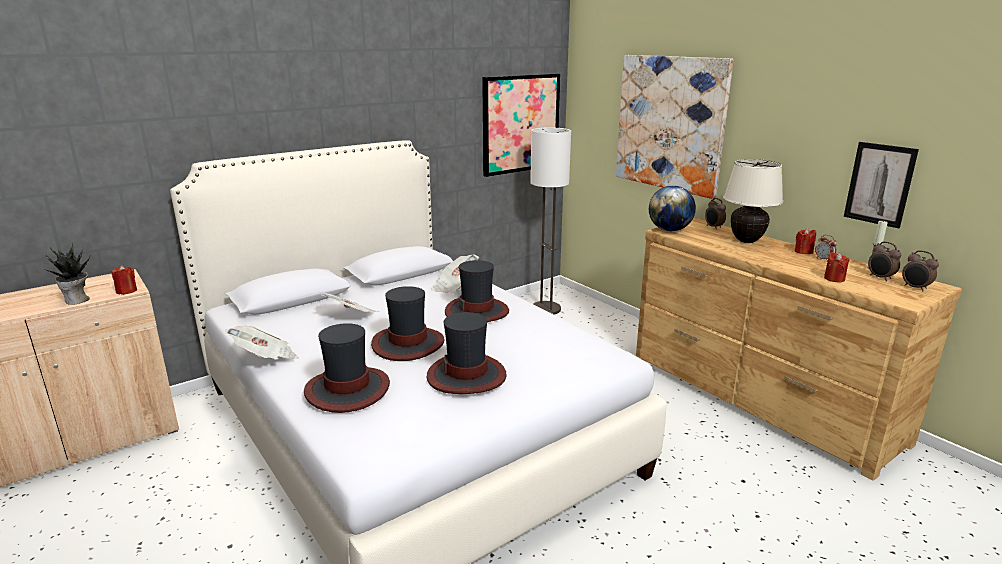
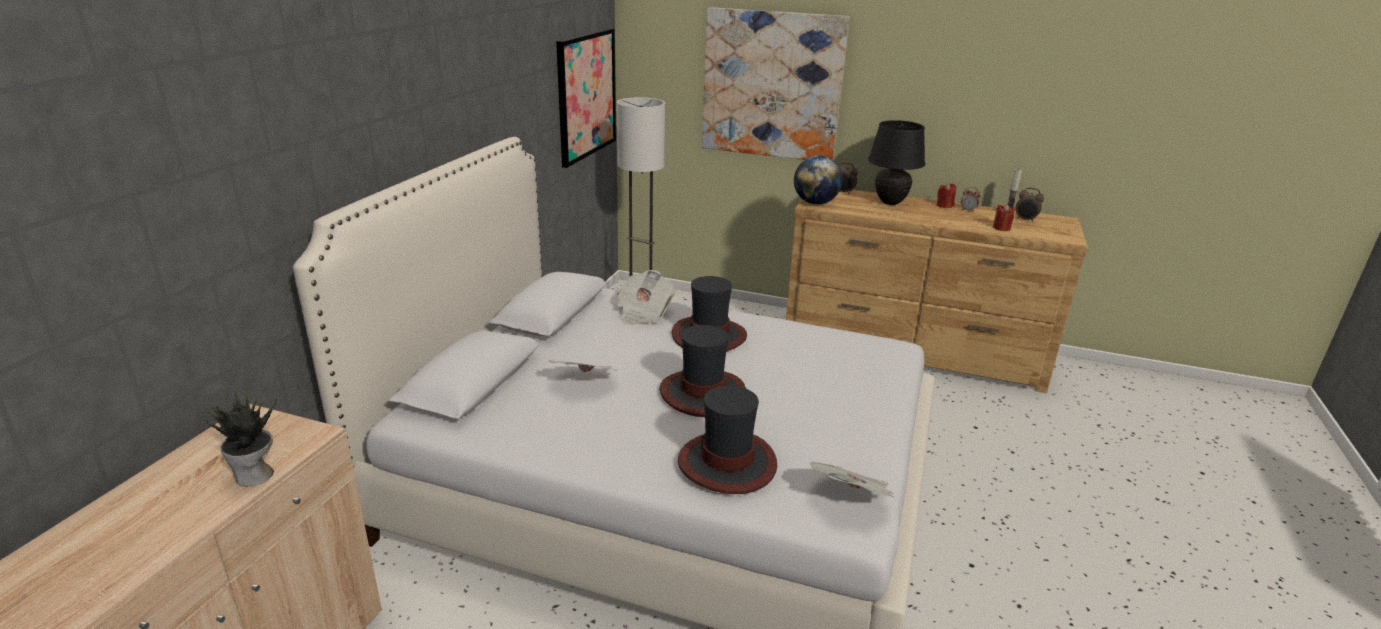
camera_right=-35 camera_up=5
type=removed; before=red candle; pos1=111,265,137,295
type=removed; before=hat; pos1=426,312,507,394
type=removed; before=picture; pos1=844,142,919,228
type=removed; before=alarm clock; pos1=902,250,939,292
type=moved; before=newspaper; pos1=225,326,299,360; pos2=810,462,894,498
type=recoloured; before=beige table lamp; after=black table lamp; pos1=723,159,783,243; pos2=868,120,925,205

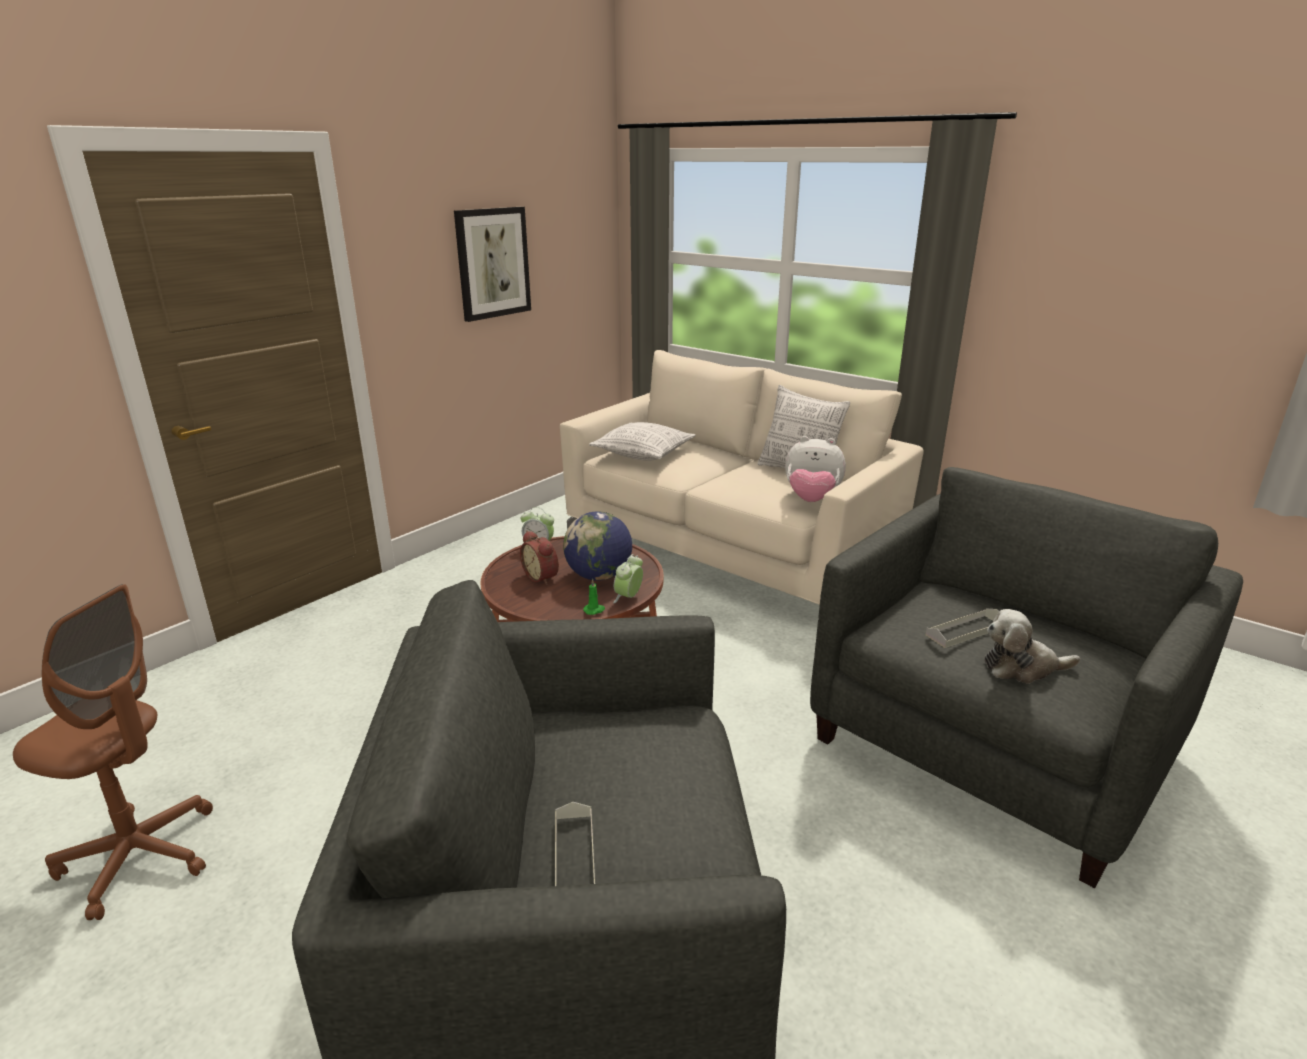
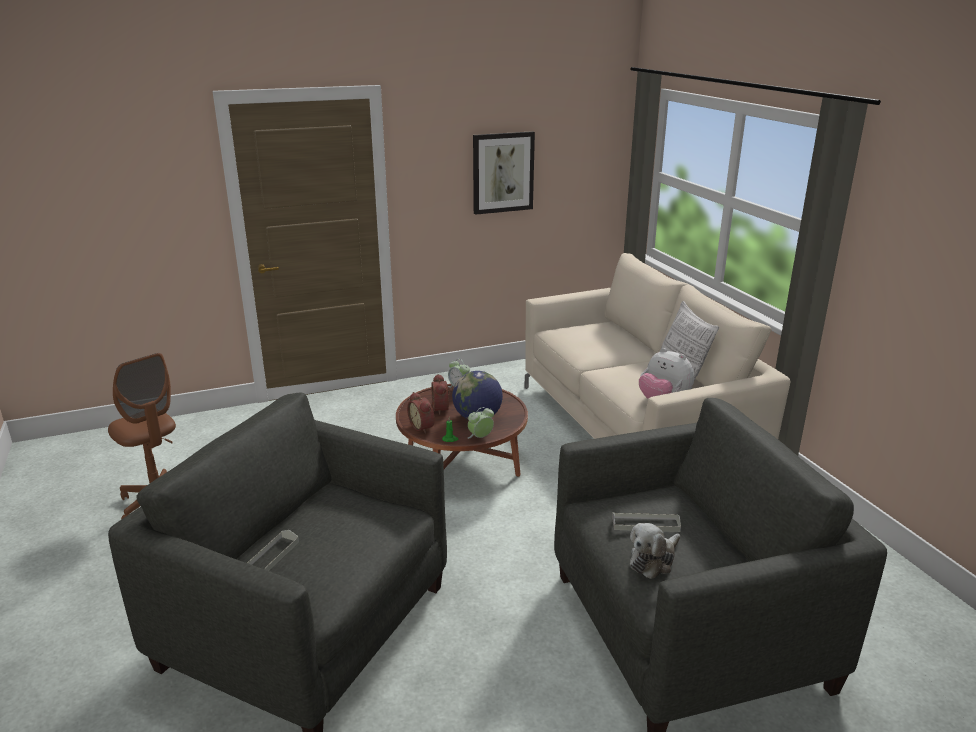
camera_right=30 camera_up=0
type=removed; before=pillow; pos1=589,422,696,461
type=added; after=alarm clock; pos2=407,392,435,434
type=turned; before=plush toy; pos1=984,609,1080,684; pos2=630,523,680,579; turn=-75

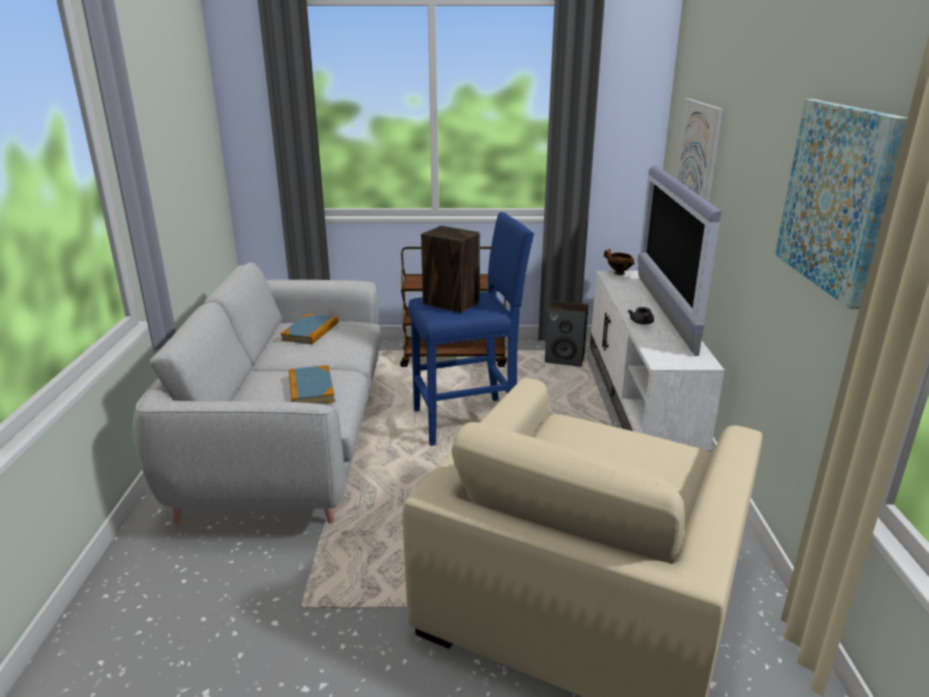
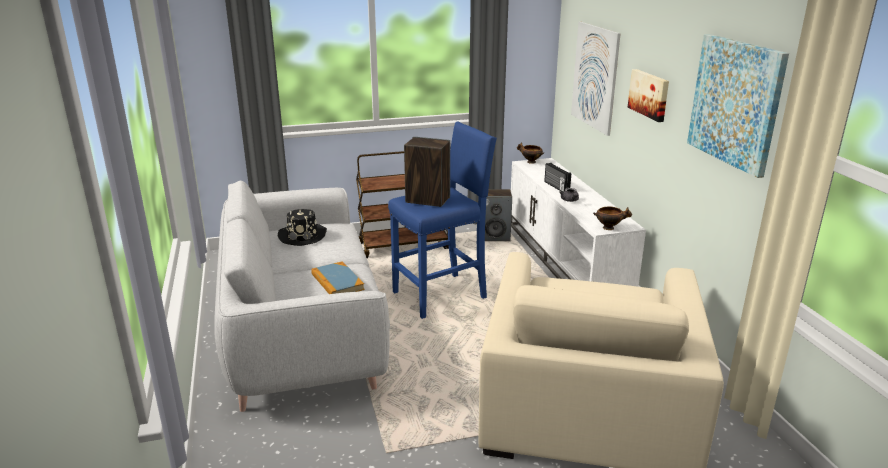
camera_right=-15 camera_up=0
type=removed; before=television; pos1=637,165,721,356
type=added; after=radio; pos2=544,163,571,192
type=added; after=bowl; pos2=593,207,632,230
type=added; after=picture; pos2=628,69,669,122
type=replaced; before=book; after=black hat; pos1=280,314,338,344; pos2=278,209,327,246

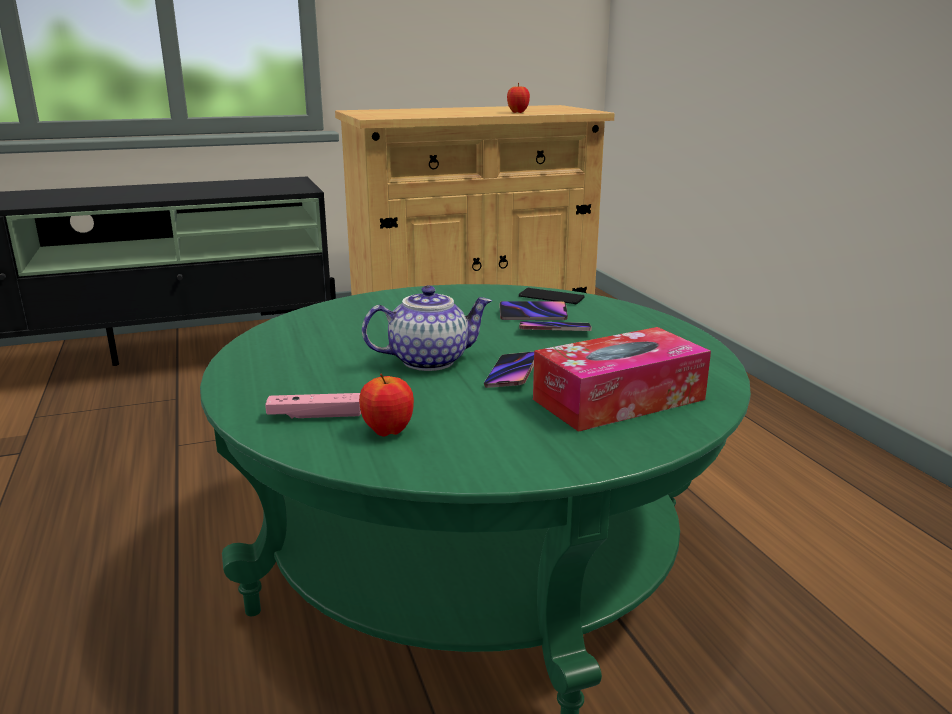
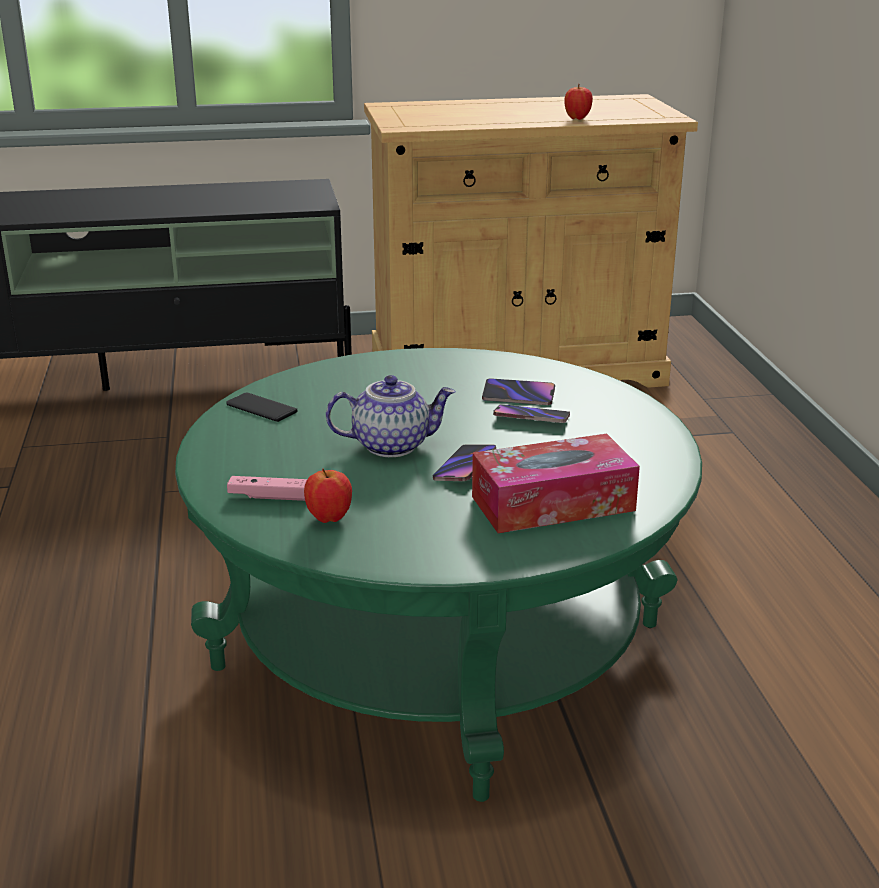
camera_right=10 camera_up=5
type=moved; before=phone; pos1=519,288,585,304; pos2=226,392,297,422

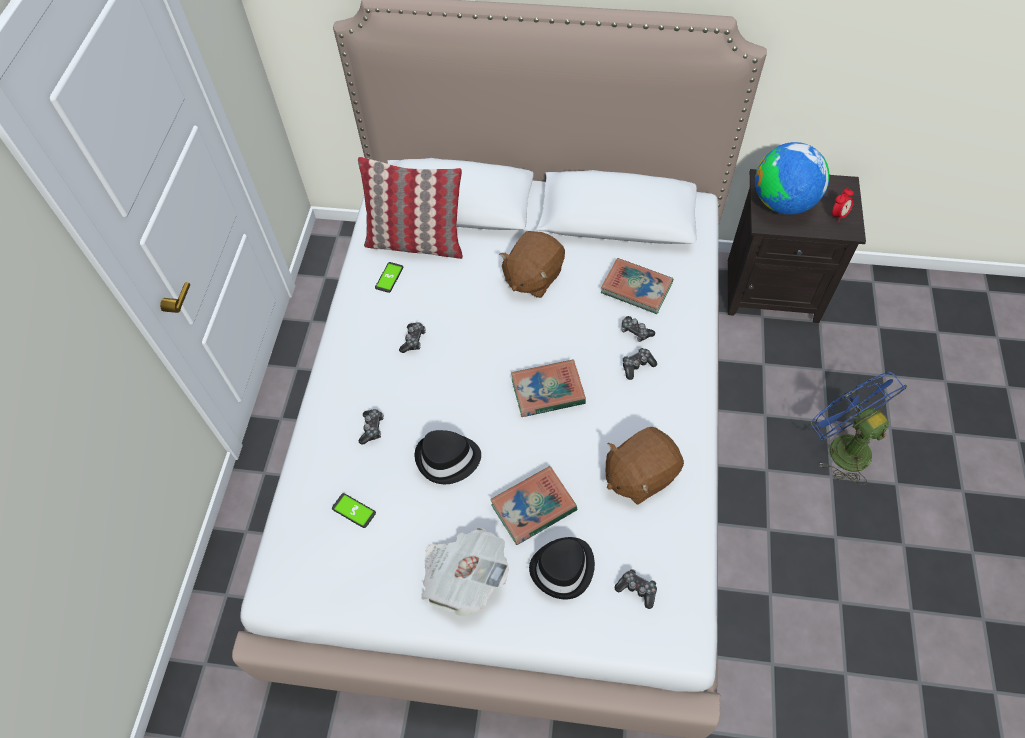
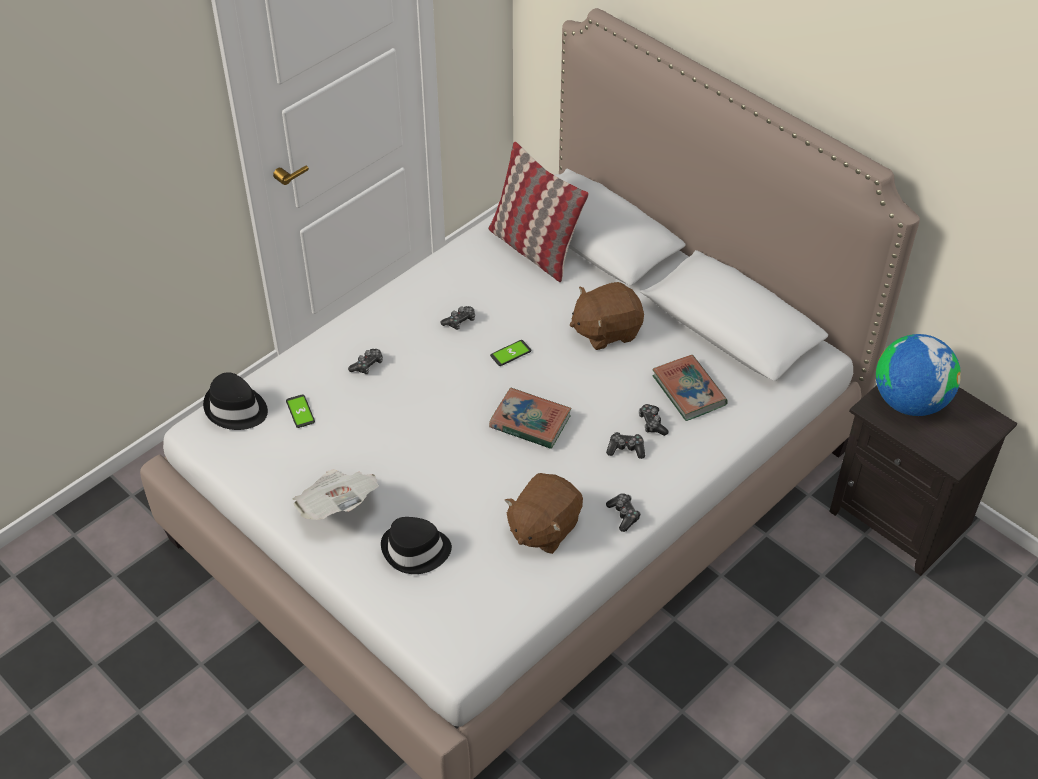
camera_right=35 camera_up=-10
type=removed; before=book; pos1=490,466,577,545
type=removed; before=blue fan; pos1=811,372,907,485
type=removed; before=alarm clock; pos1=832,187,854,222
type=moved; before=phone; pos1=375,262,404,293; pos2=490,340,531,366
type=moved; before=black hat; pos1=415,430,481,484; pos2=203,372,268,430
type=moved; before=game controller; pos1=615,569,657,609; pos2=606,493,641,532
type=turned; before=brown plush toy; pos1=606,427,684,505; pos2=505,473,583,554; turn=-60

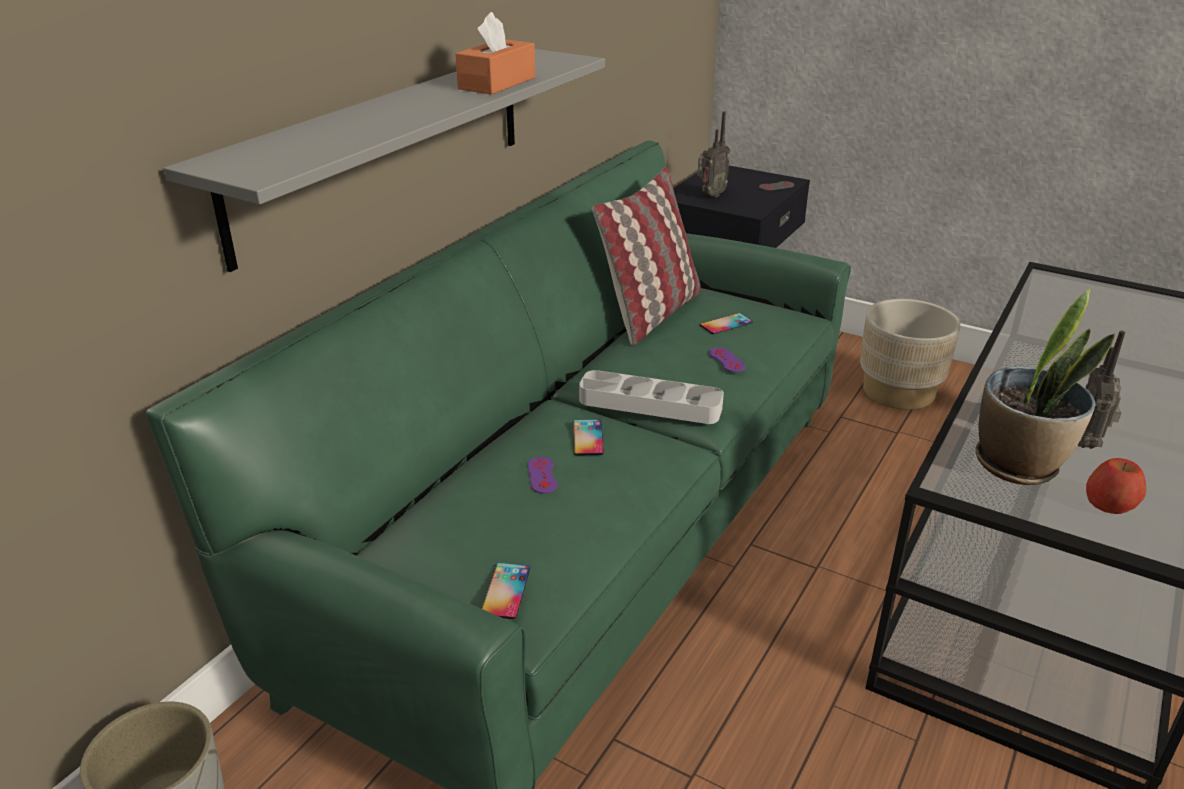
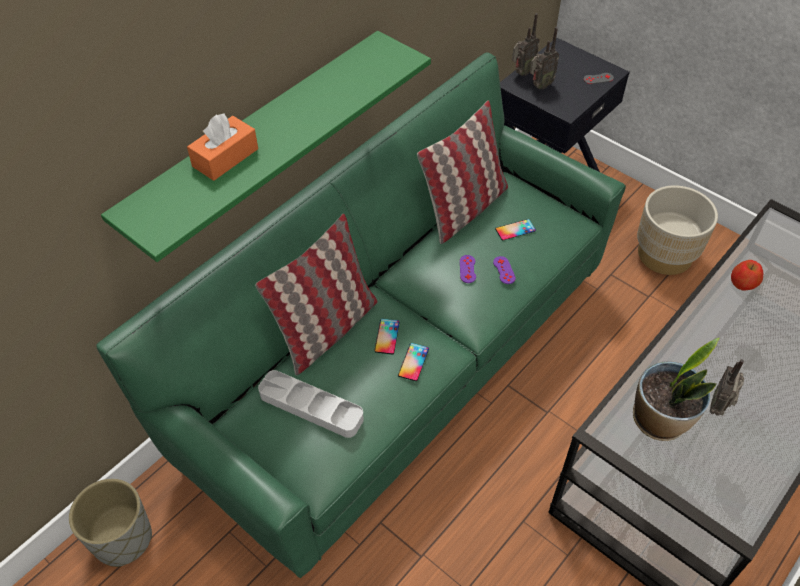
camera_right=10 camera_up=20
type=added; after=pillow; pos2=255,214,377,375
type=added; after=radio; pos2=512,13,539,76
type=moved; before=orange tissue box; pos1=455,12,535,95; pos2=187,113,258,181
type=moved; before=phone; pos1=481,563,530,619; pos2=398,343,429,381
type=moved; before=purple game controller; pos1=528,457,558,494; pos2=460,255,476,283
type=moved; before=grey tray; pos1=579,370,724,424; pos2=258,370,364,438
type=moved; before=apple; pos1=1086,458,1146,514; pos2=731,260,763,291
type=recoloured; before=grey shelf; after=green shelf; pos1=164,49,605,272; pos2=101,31,431,262

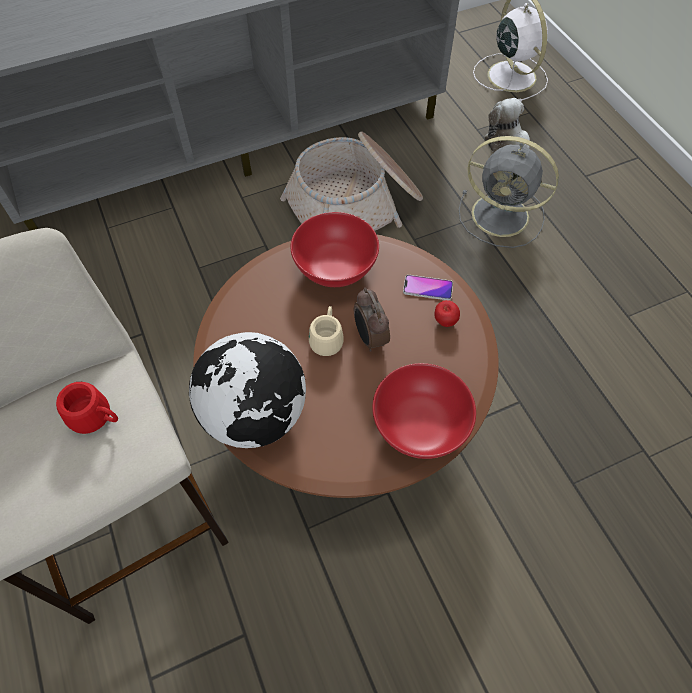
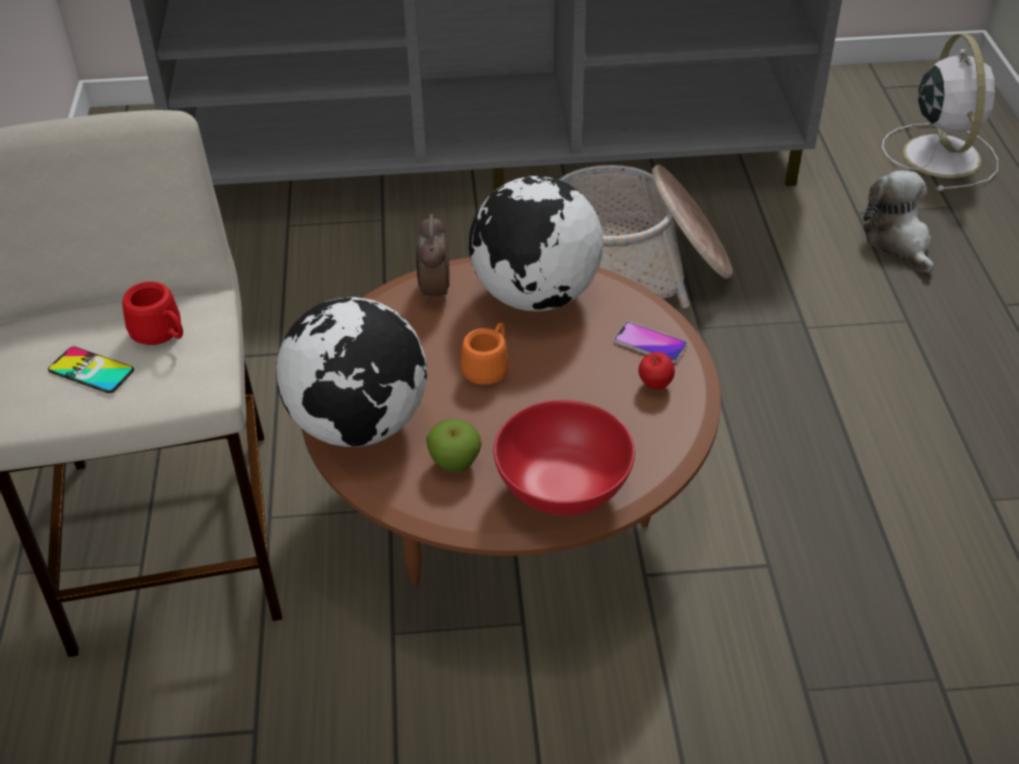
camera_right=20 camera_up=-15
type=removed; before=grey fan; pos1=459,136,559,248
type=added; after=phone; pos2=48,346,134,393
type=added; after=apple; pos2=426,419,482,472
type=moved; before=alarm clock; pos1=354,288,390,352; pos2=416,214,450,304
type=replaced; before=red bowl; after=globe; pos1=291,212,379,287; pos2=469,176,603,311
type=recoloured; before=beige mug; after=orange mug; pos1=309,306,344,356; pos2=461,323,509,385

